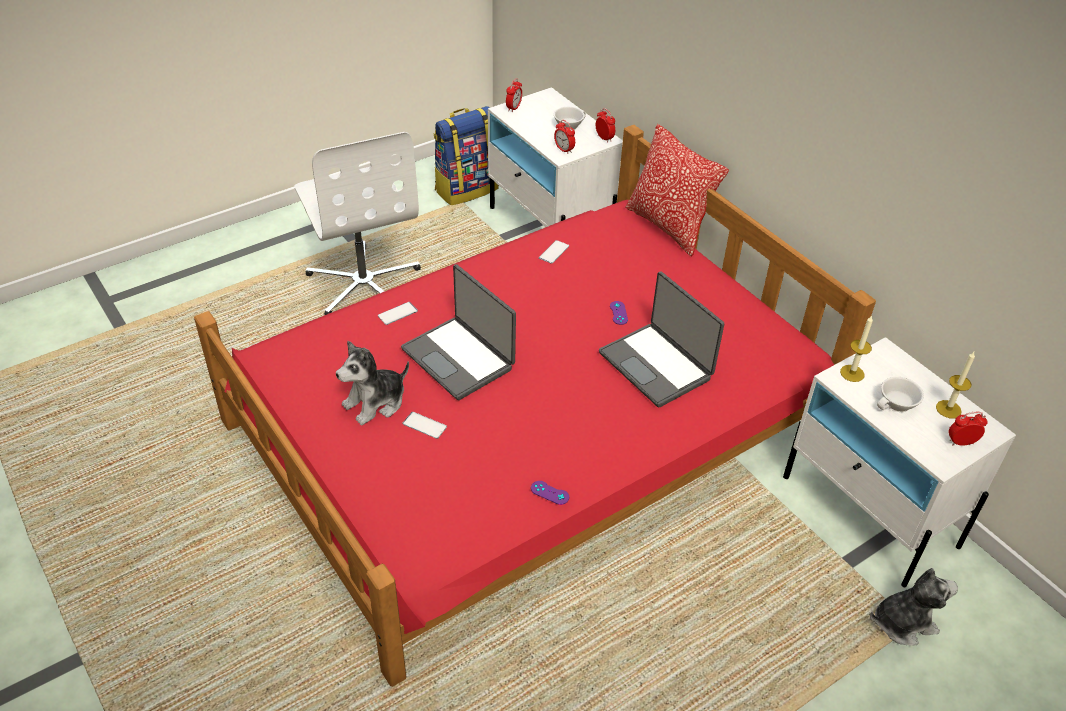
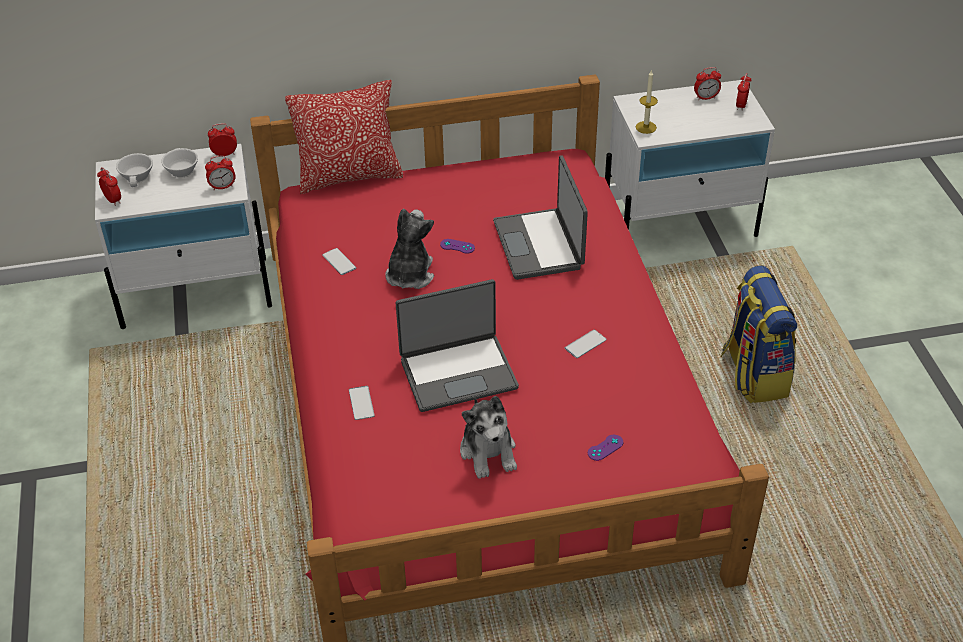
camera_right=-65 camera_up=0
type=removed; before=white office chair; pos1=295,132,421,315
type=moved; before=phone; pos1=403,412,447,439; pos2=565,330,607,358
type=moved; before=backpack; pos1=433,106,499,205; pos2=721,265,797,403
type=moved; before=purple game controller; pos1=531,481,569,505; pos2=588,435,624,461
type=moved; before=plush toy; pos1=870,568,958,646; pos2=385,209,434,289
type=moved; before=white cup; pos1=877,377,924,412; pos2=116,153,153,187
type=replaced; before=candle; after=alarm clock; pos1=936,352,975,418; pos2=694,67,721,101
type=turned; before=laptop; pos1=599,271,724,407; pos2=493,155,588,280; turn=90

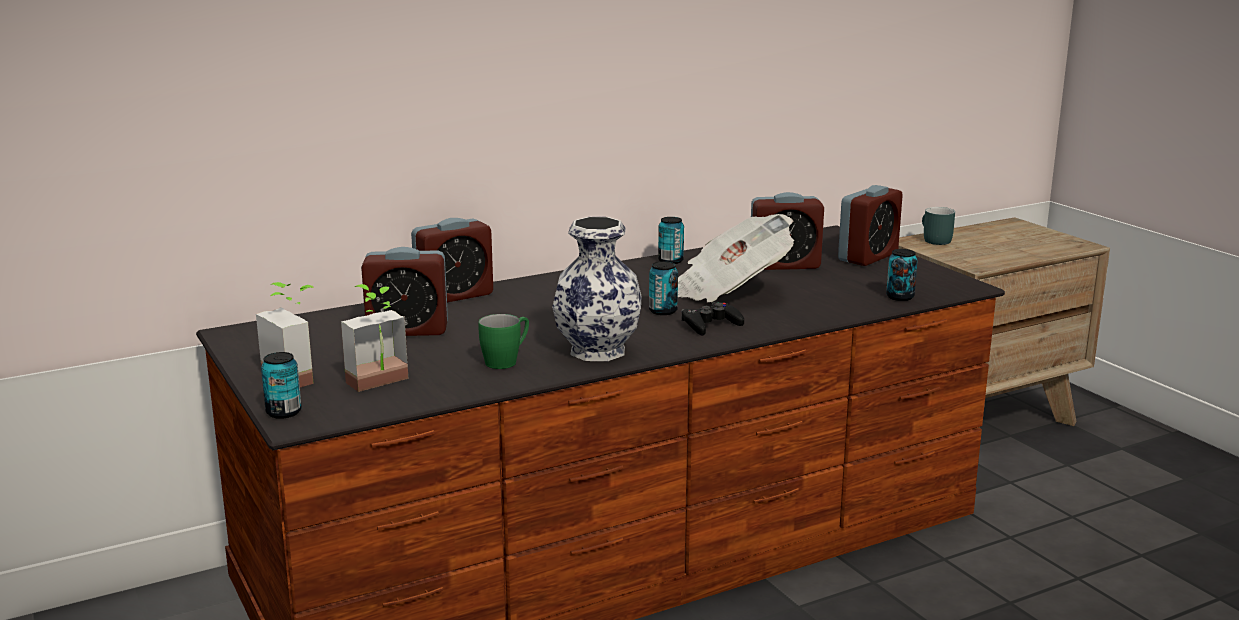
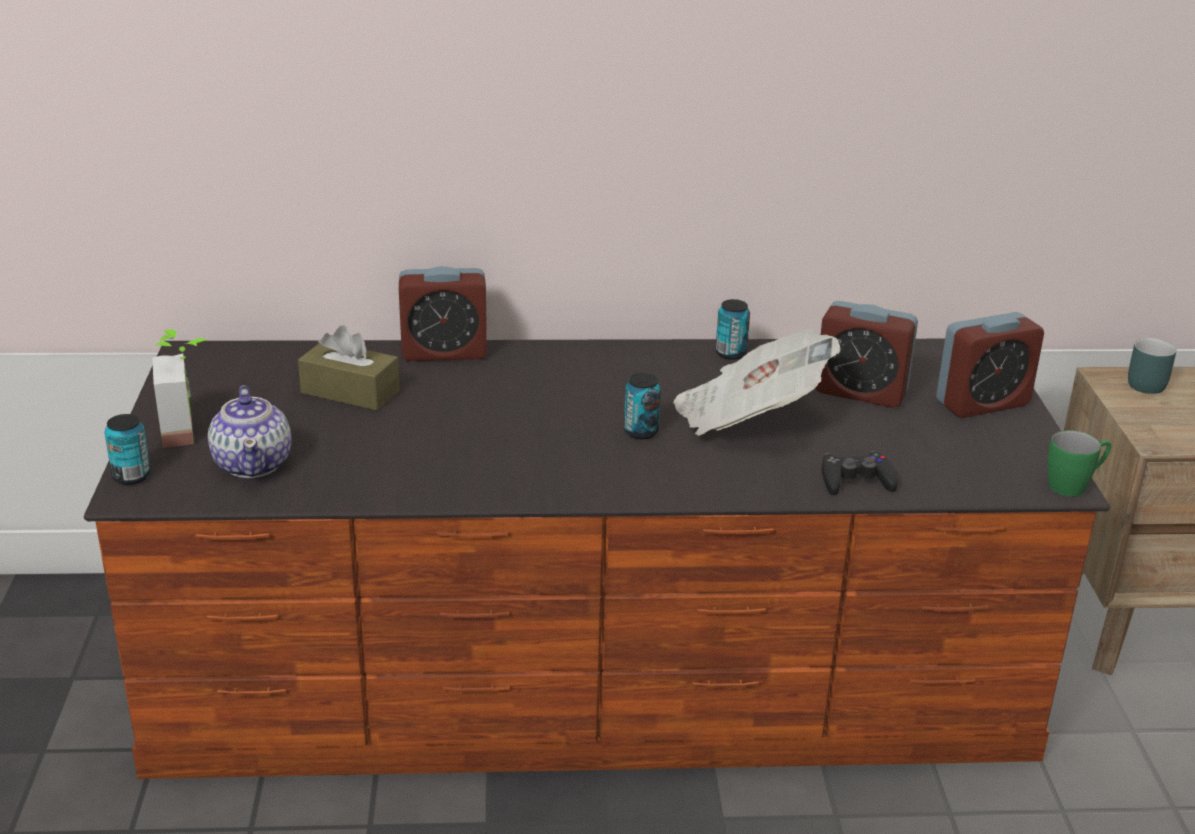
camera_right=25 camera_up=10
type=removed; before=vase; pos1=552,217,642,361
type=removed; before=can; pos1=886,249,918,301
type=moved; before=green mug; pos1=478,314,529,369; pos2=1047,430,1112,497
type=moved; before=black game controller; pos1=681,302,744,336; pos2=822,451,898,495
type=replaced; before=potted plant; after=teapot; pos1=341,284,408,392; pos2=208,386,291,478
type=replaced; before=alarm clock; after=brown tissue box; pos1=361,247,448,336; pos2=298,325,400,411

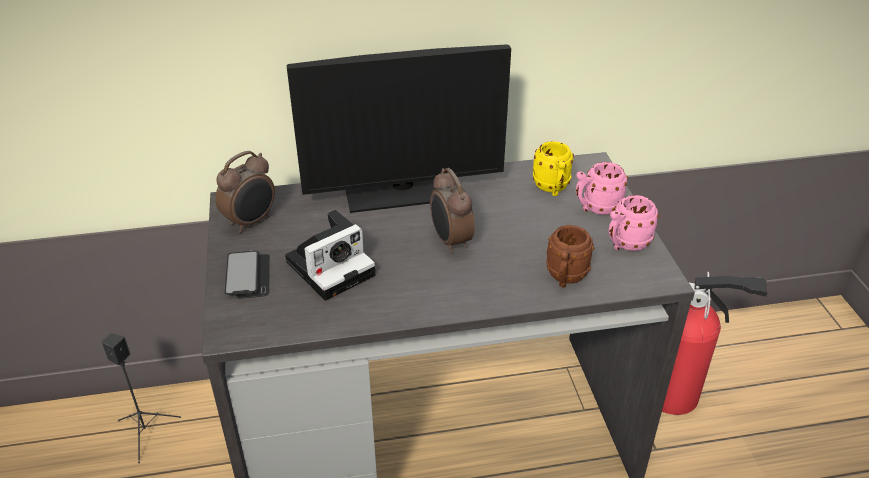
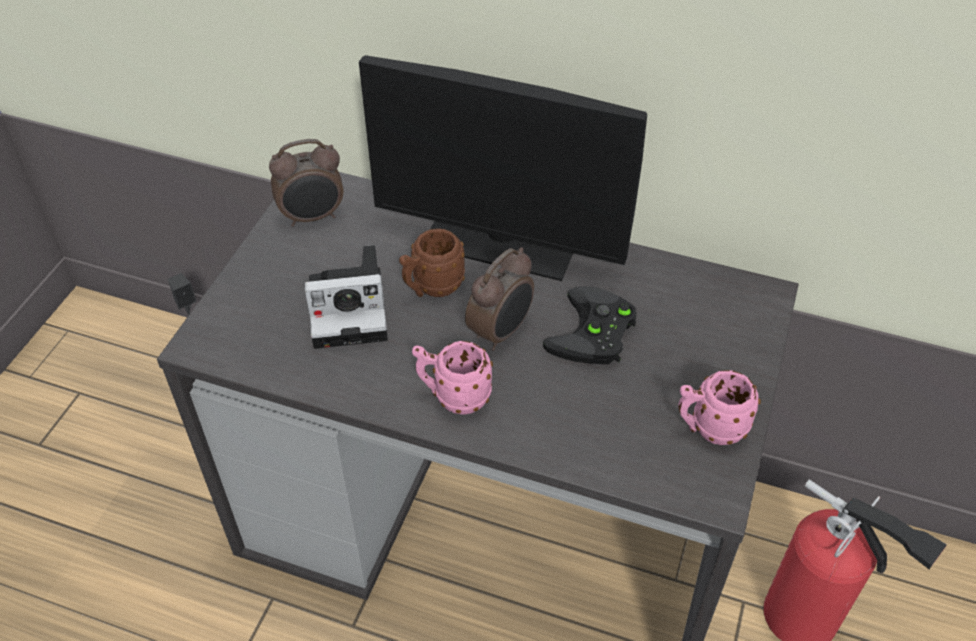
camera_right=30 camera_up=10
type=removed; before=phone; pos1=225,251,270,299
type=removed; before=yellow mug; pos1=533,141,574,196
type=added; after=black game controller; pos2=543,286,636,364
type=moved; before=brown mug; pos1=546,225,594,288; pos2=399,228,465,297
type=moved; before=pink mug; pos1=576,162,628,215; pos2=412,341,493,415
type=turned; before=alarm clock; pos1=430,168,475,253; pos2=465,247,534,351; turn=-150

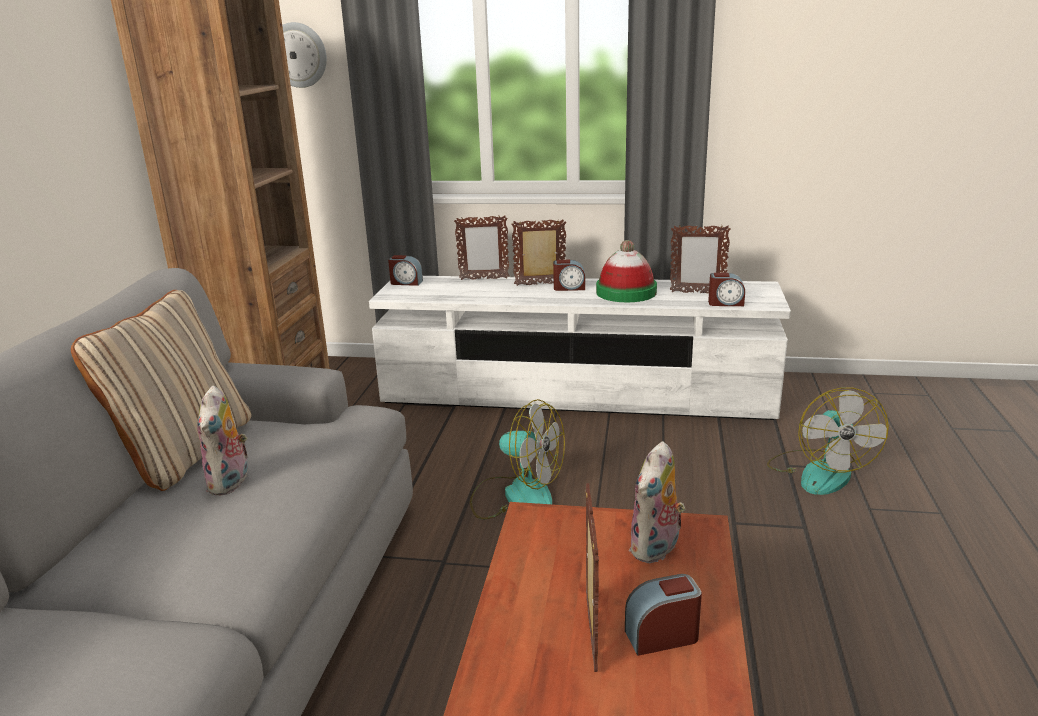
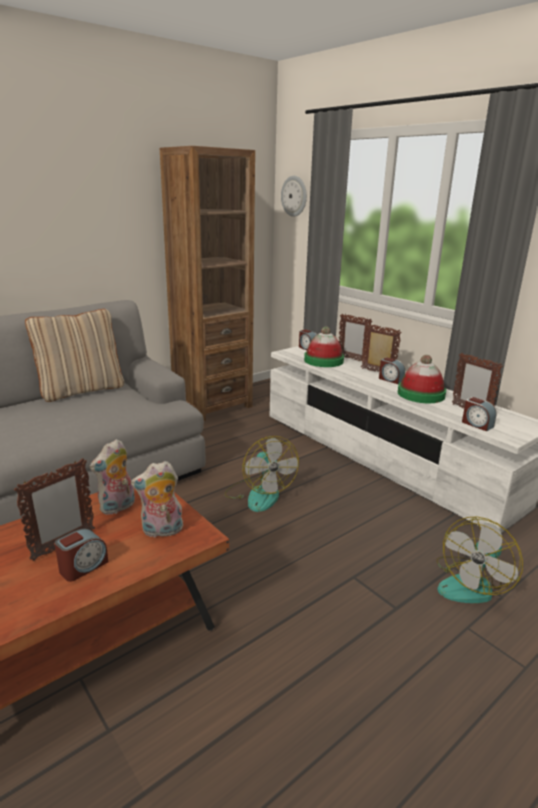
camera_right=40 camera_up=0
type=added; after=hat; pos2=304,326,344,367
type=moved; before=plush toy; pos1=197,386,251,496; pos2=90,439,135,515
type=turned; before=alarm clock; pos1=625,574,702,656; pos2=55,528,108,582; turn=105

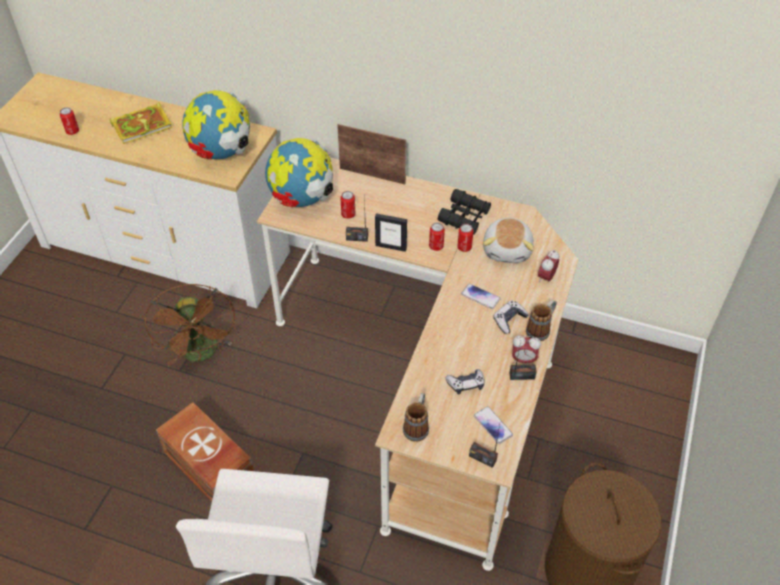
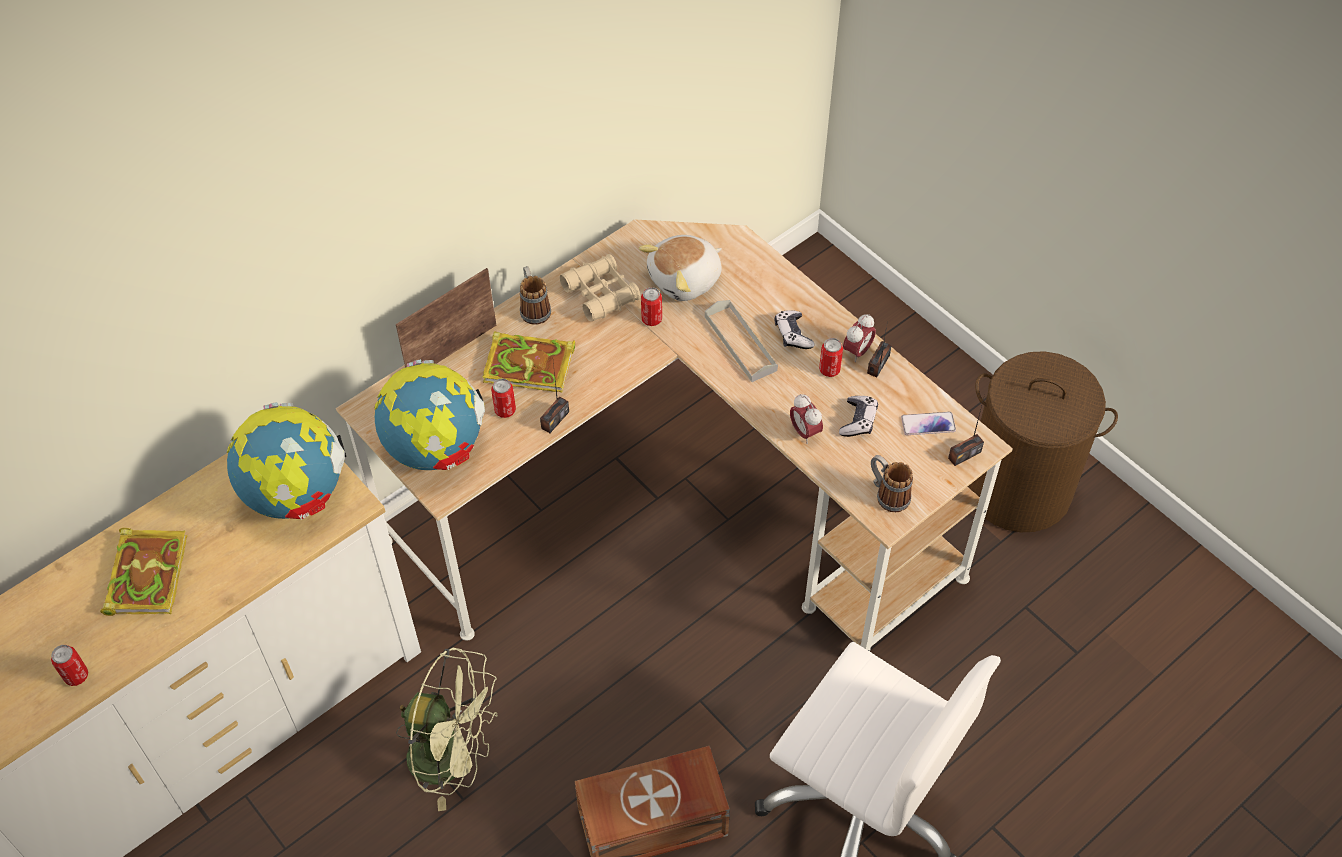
camera_right=-60 camera_up=5
type=removed; before=picture frame; pos1=375,213,407,252
type=added; after=book; pos2=483,331,575,392
type=moved; before=can; pos1=429,222,445,251; pos2=819,338,843,377
type=moved; before=mug; pos1=526,300,556,341; pos2=520,266,551,325
type=moved; before=alarm clock; pos1=538,250,559,282; pos2=790,394,823,444
type=replaced; before=phone; after=grey tray; pos1=461,284,500,309; pos2=705,300,778,382
type=recoloured; before=brown fan; after=green fan; pos1=144,284,235,366; pos2=396,648,497,811
type=recoloured; before=black binoculars; after=beige binoculars; pos1=438,189,491,234; pos2=560,254,641,322
type=turned; before=plush toy; pos1=483,218,534,263; pos2=639,235,722,301; turn=105

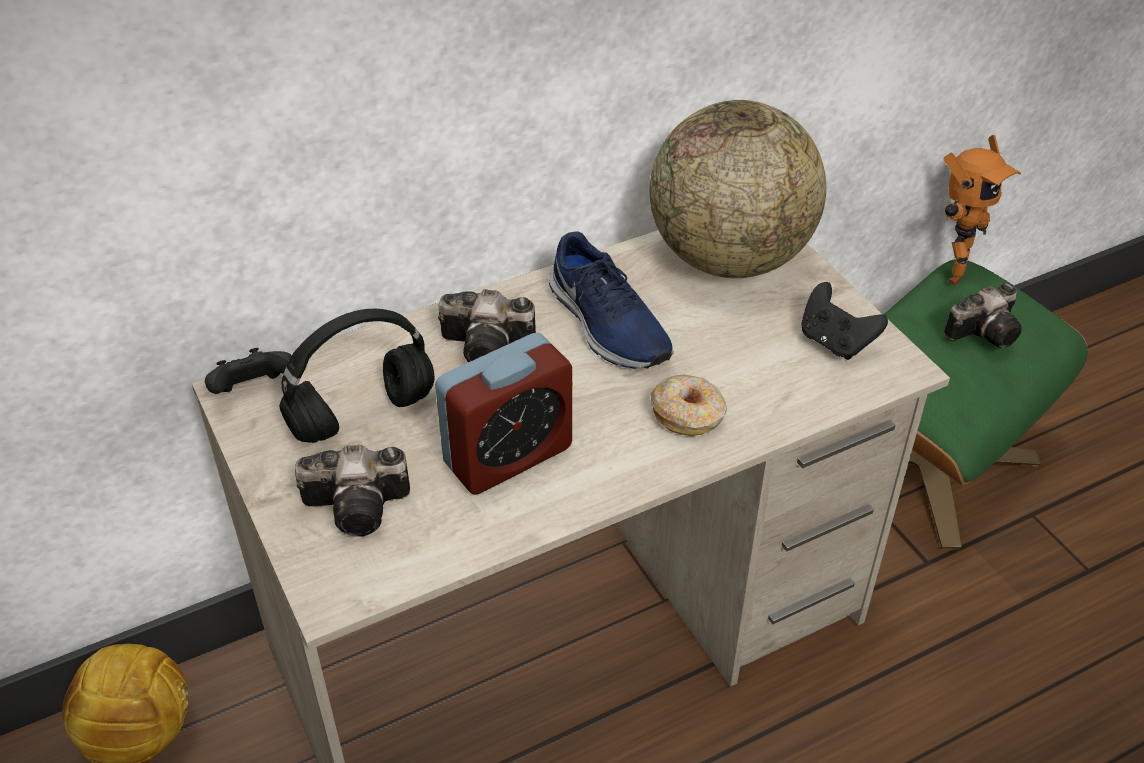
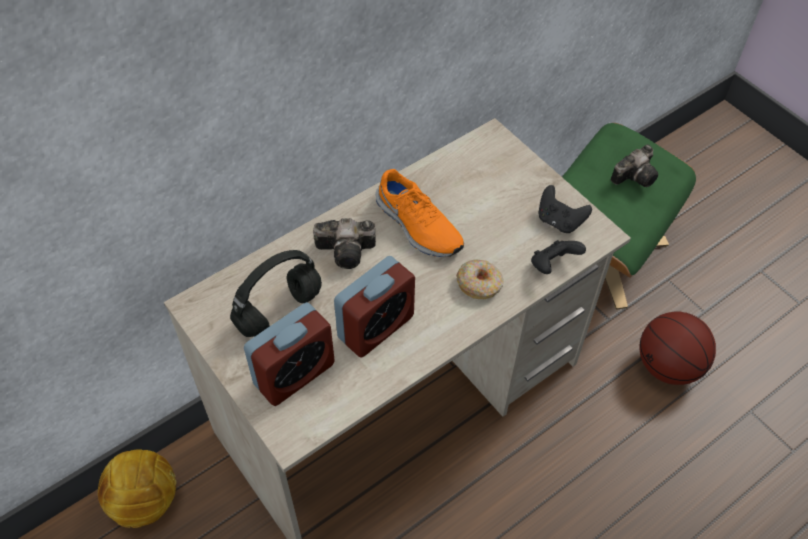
camera_right=-10 camera_up=10
type=removed; before=globe; pos1=649,100,826,278
type=removed; before=toy robot; pos1=943,135,1021,286
type=added; after=basketball; pos2=639,312,716,385
type=moved; before=black game controller; pos1=205,348,292,394; pos2=531,240,586,274
type=replaced; before=photo camera; after=alarm clock; pos1=295,445,410,537; pos2=244,302,335,406
type=recoloured; before=blue shoe; after=orange shoe; pos1=549,231,674,369; pos2=375,169,464,257

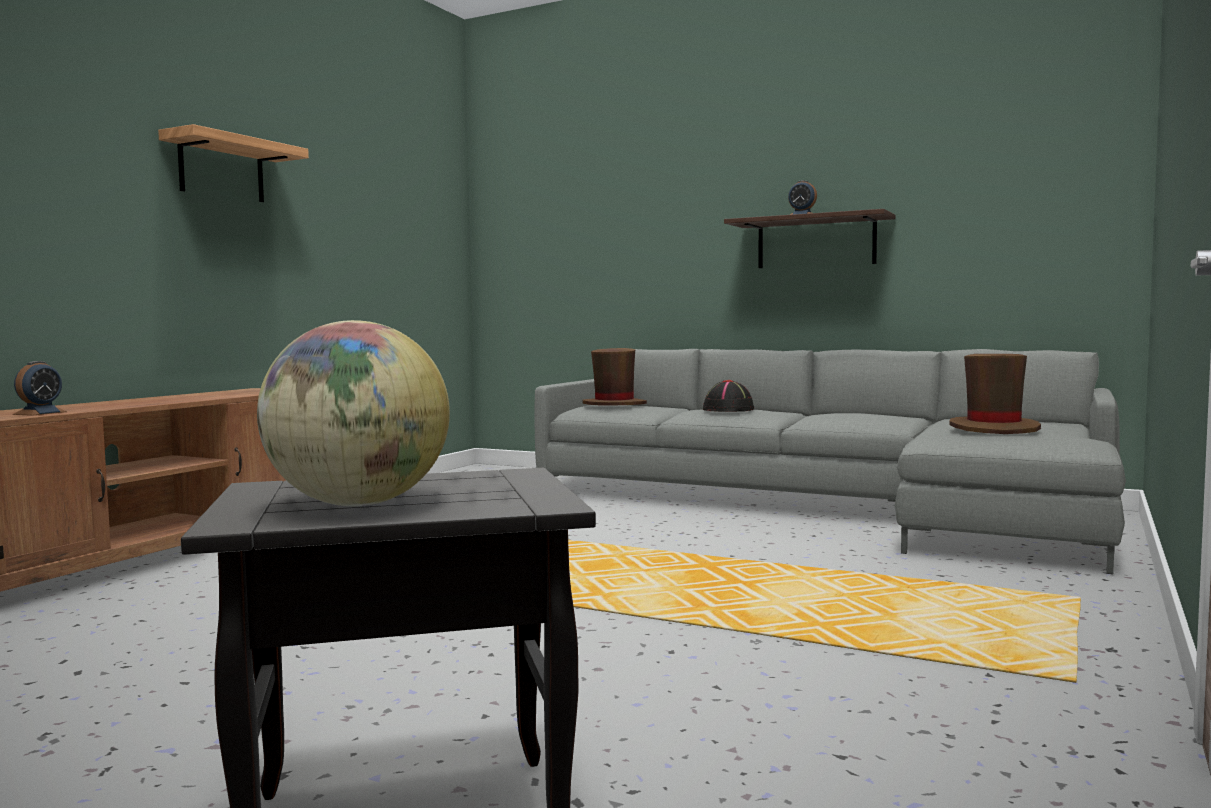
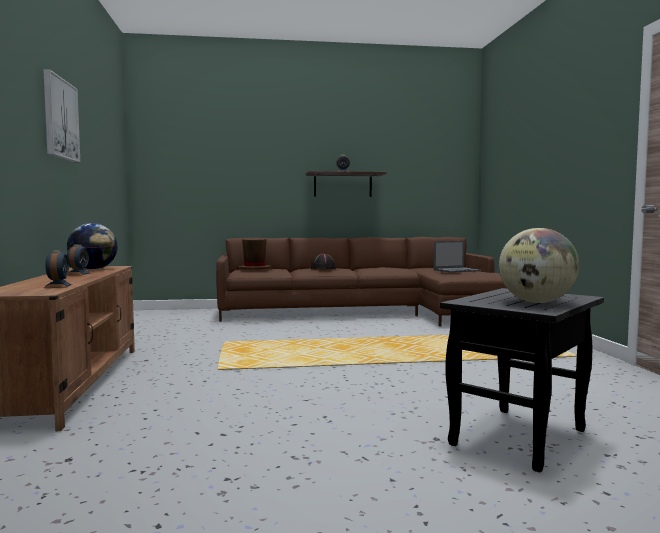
camera_right=-35 camera_up=0
type=added; after=globe; pos2=67,223,118,270
type=added; after=alarm clock; pos2=67,244,91,275
type=replaced; before=shelf; after=picture; pos1=158,124,309,202; pos2=43,69,80,162
type=replaced; before=brown hat; after=laptop; pos1=949,354,1041,434; pos2=433,241,481,273
type=recoloured; before=grey sofa; after=brown sofa; pos1=534,349,1126,574; pos2=216,237,506,327

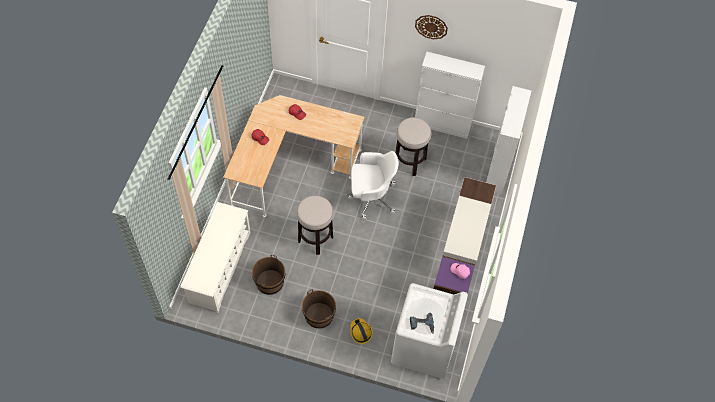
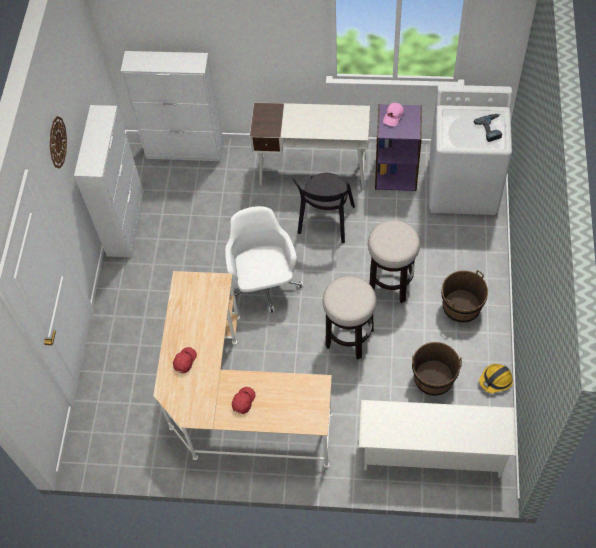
camera_right=-95 camera_up=0
type=added; after=black chair; pos2=293,173,355,243
type=moved; before=hard hat; pos1=350,318,373,344; pos2=479,364,513,393
type=moved; before=stool; pos1=395,117,431,176; pos2=368,220,420,303

